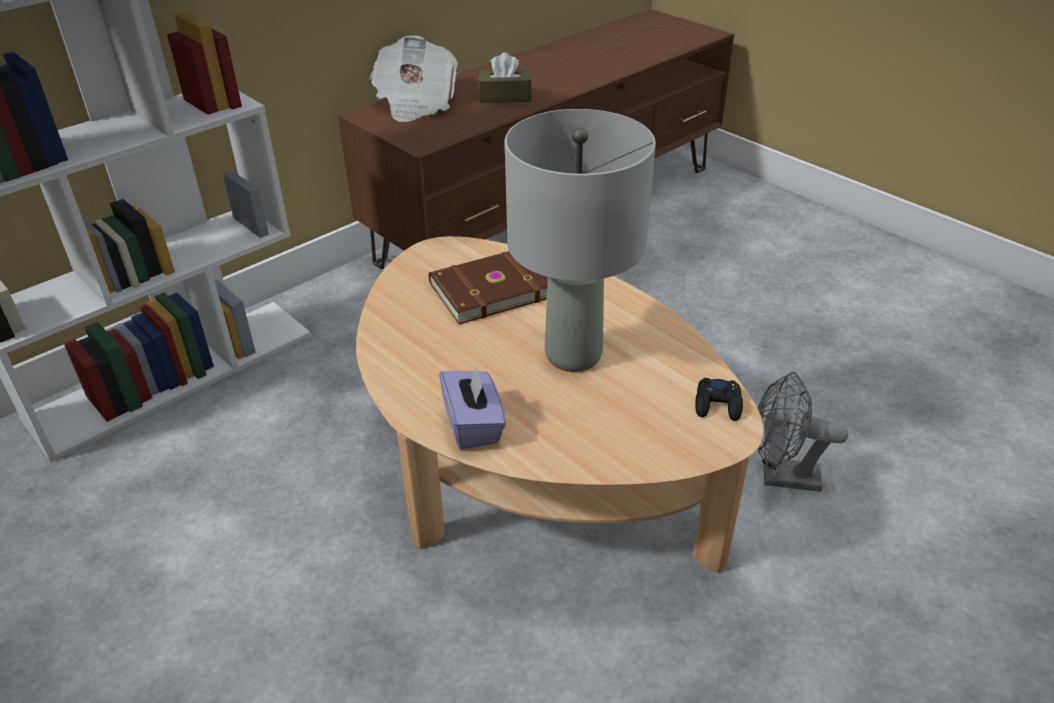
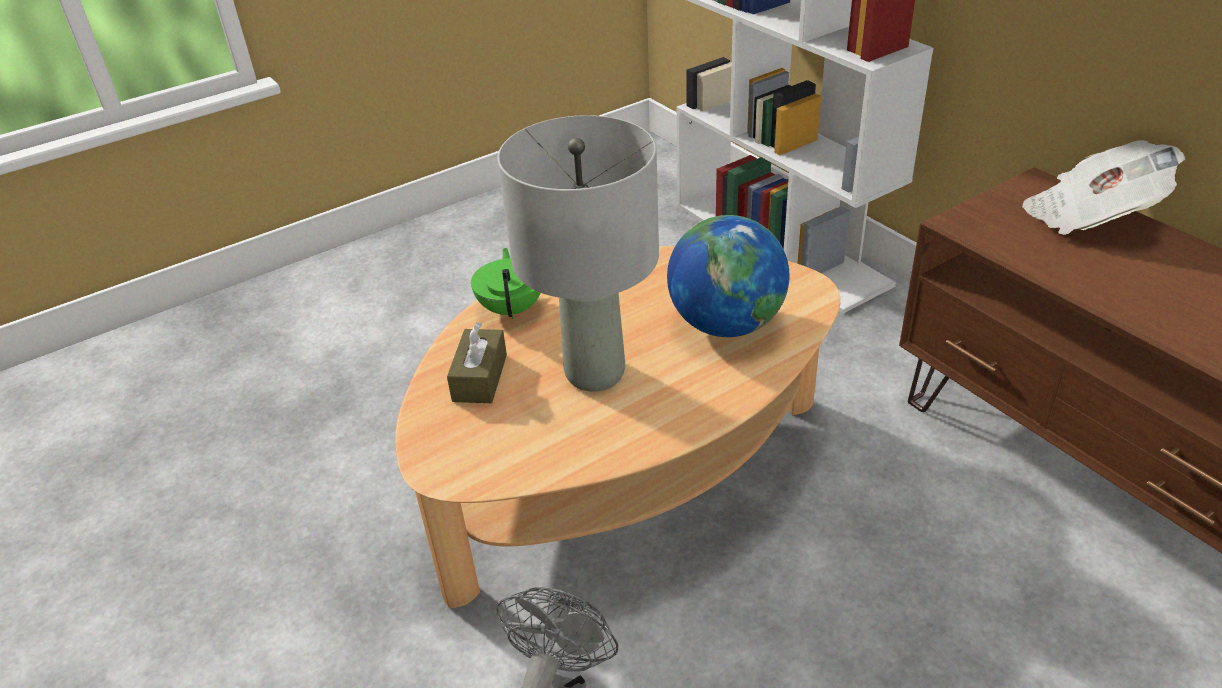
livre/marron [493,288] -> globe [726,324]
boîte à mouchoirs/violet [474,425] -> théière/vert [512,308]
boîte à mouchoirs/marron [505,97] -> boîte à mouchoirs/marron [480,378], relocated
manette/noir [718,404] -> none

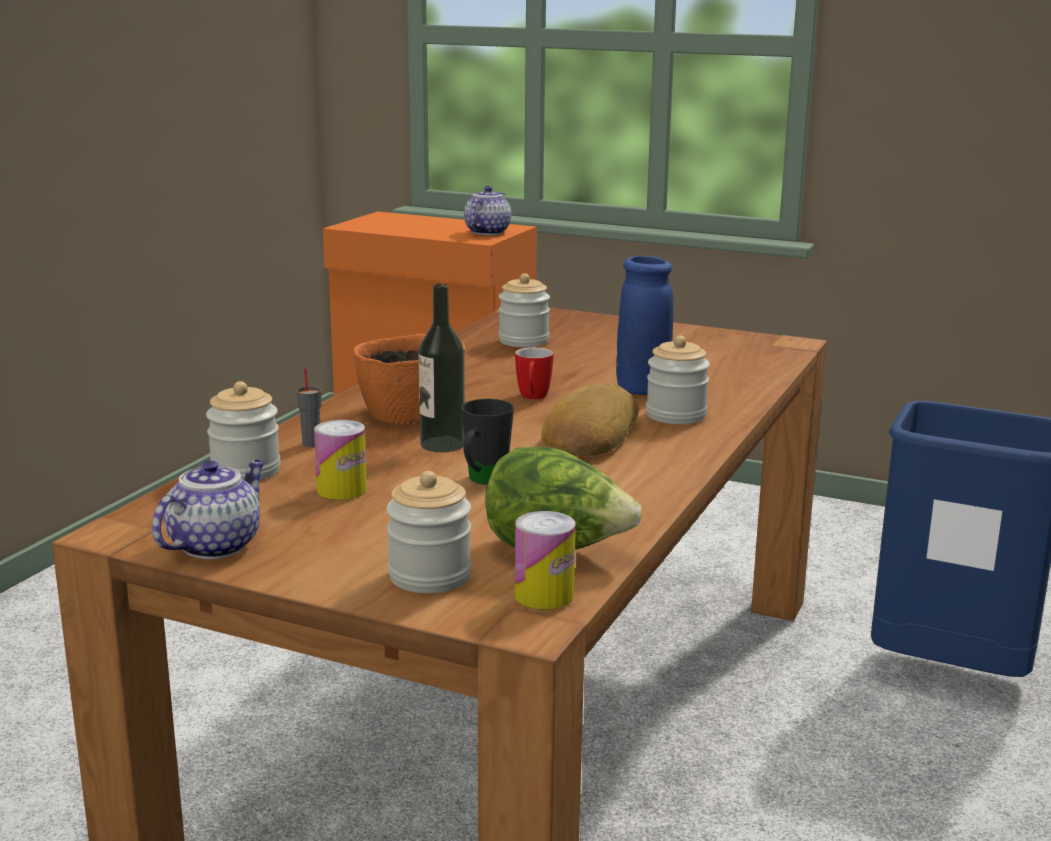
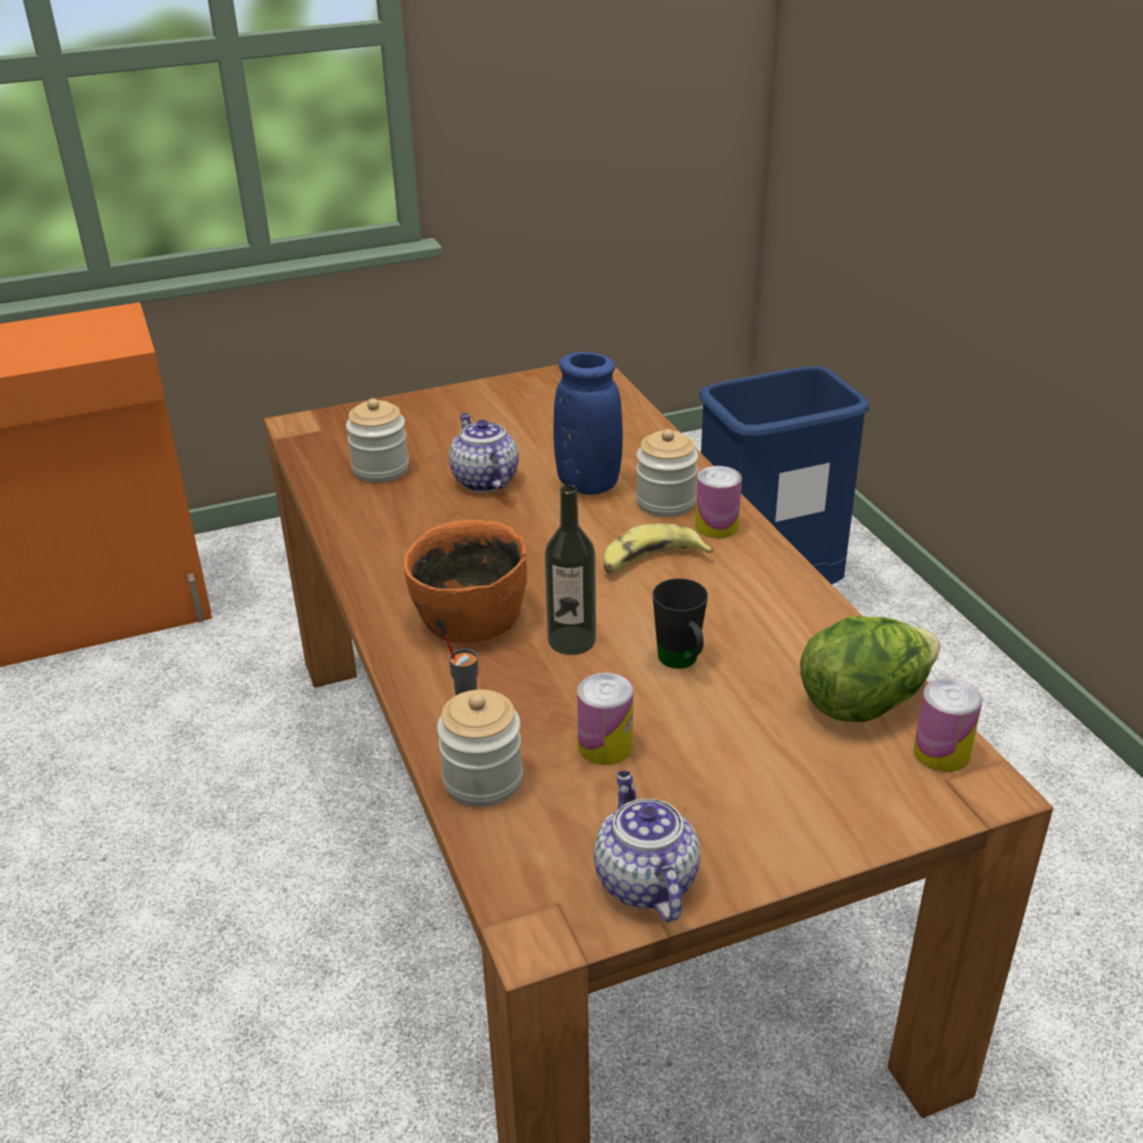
bocal [430,576] -> none
théière [487,232] -> théière [483,480], relocated
mug [533,398] -> none
pain [588,435] -> banane [650,561]
none -> boîte métallique [716,526]

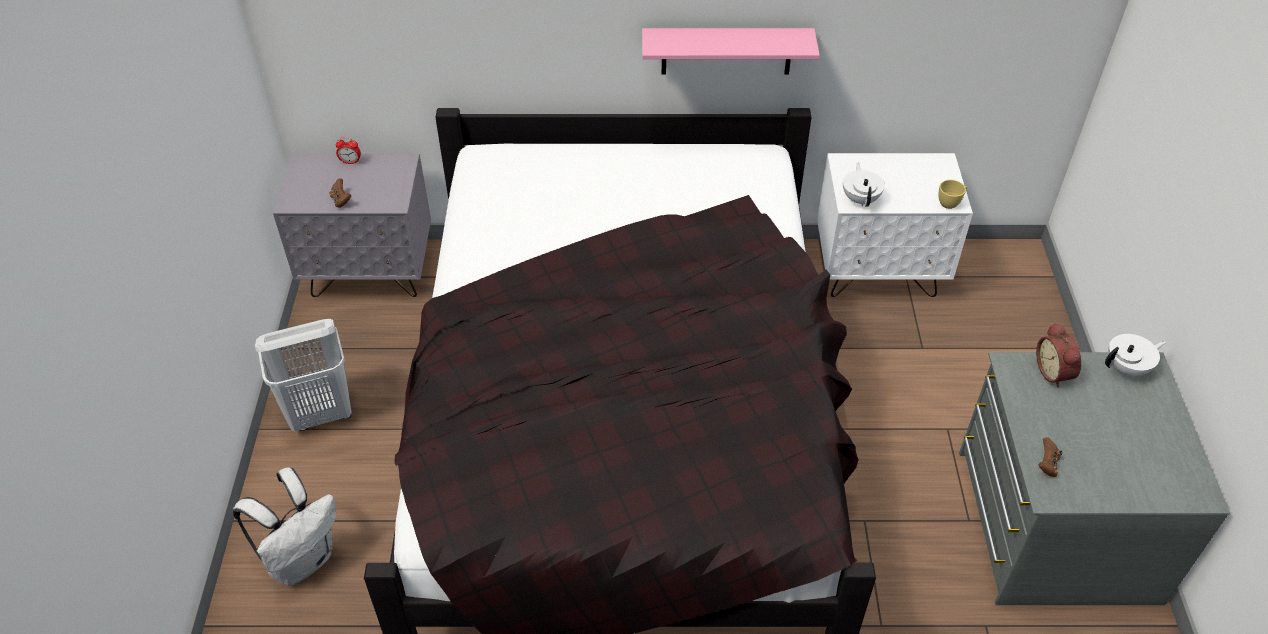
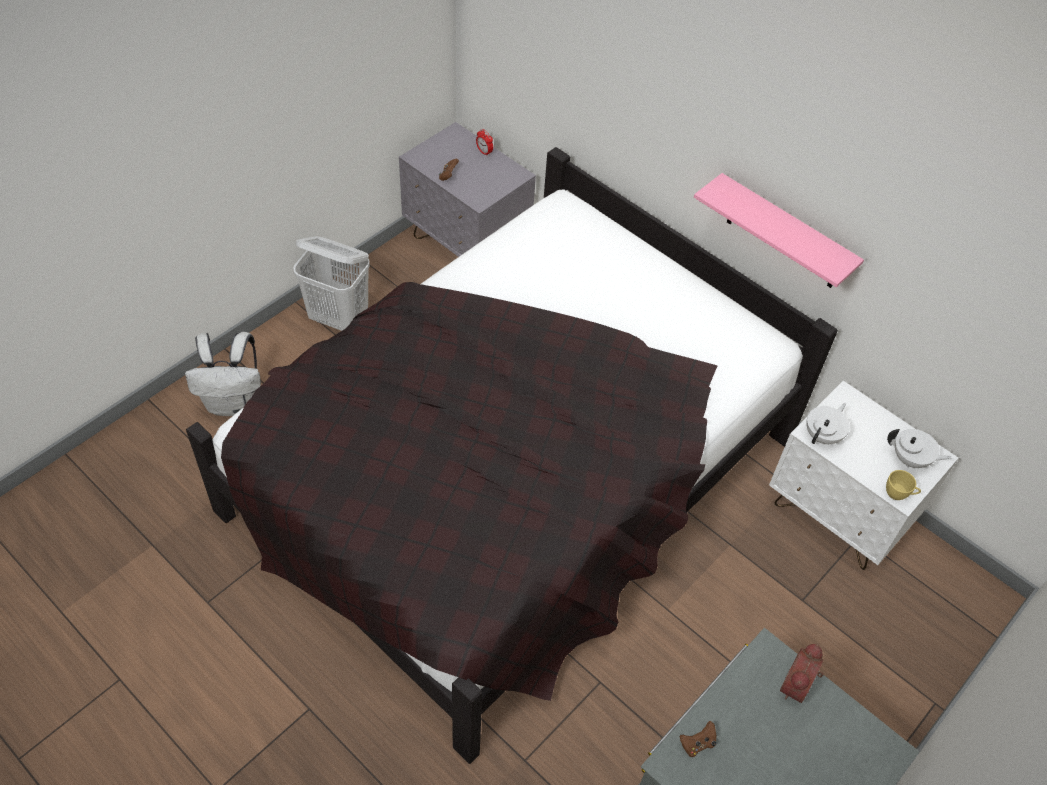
théière/blanc [1127,368] -> théière/blanc [910,459], relocated

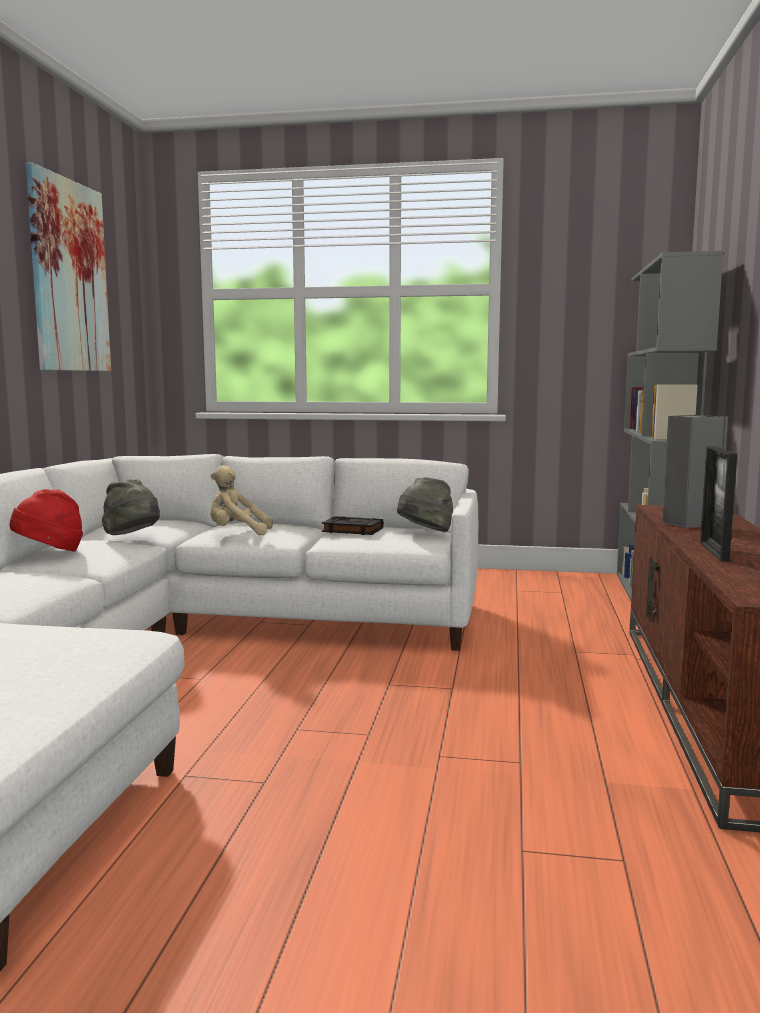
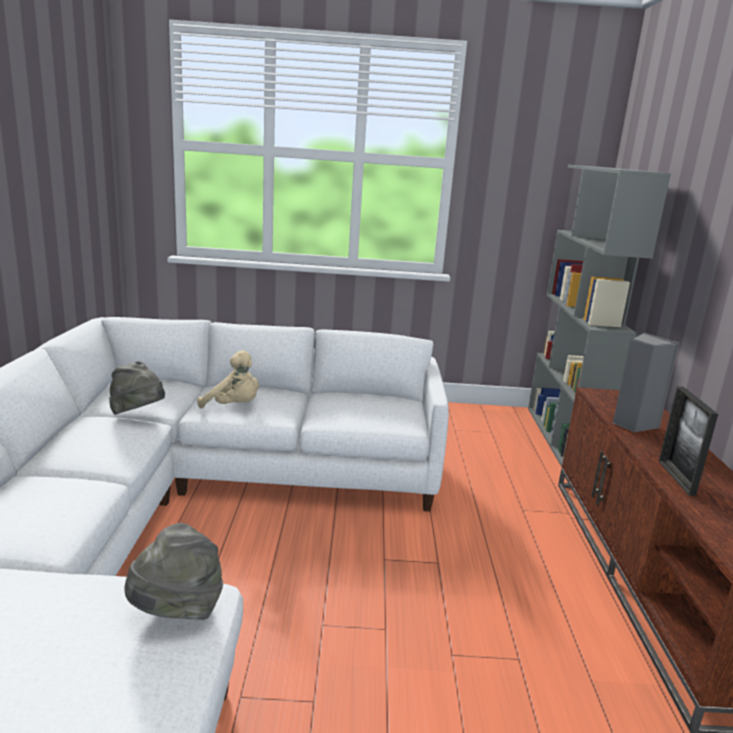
chapeau/rouge [49,553] -> none
tableau [69,276] -> none
peluche/beige [237,533] -> peluche/beige [234,407], 150 degrees counterclockwise
livre/noir [352,530] -> none
chapeau/gris [425,533] -> chapeau/gris [177,612], relocated

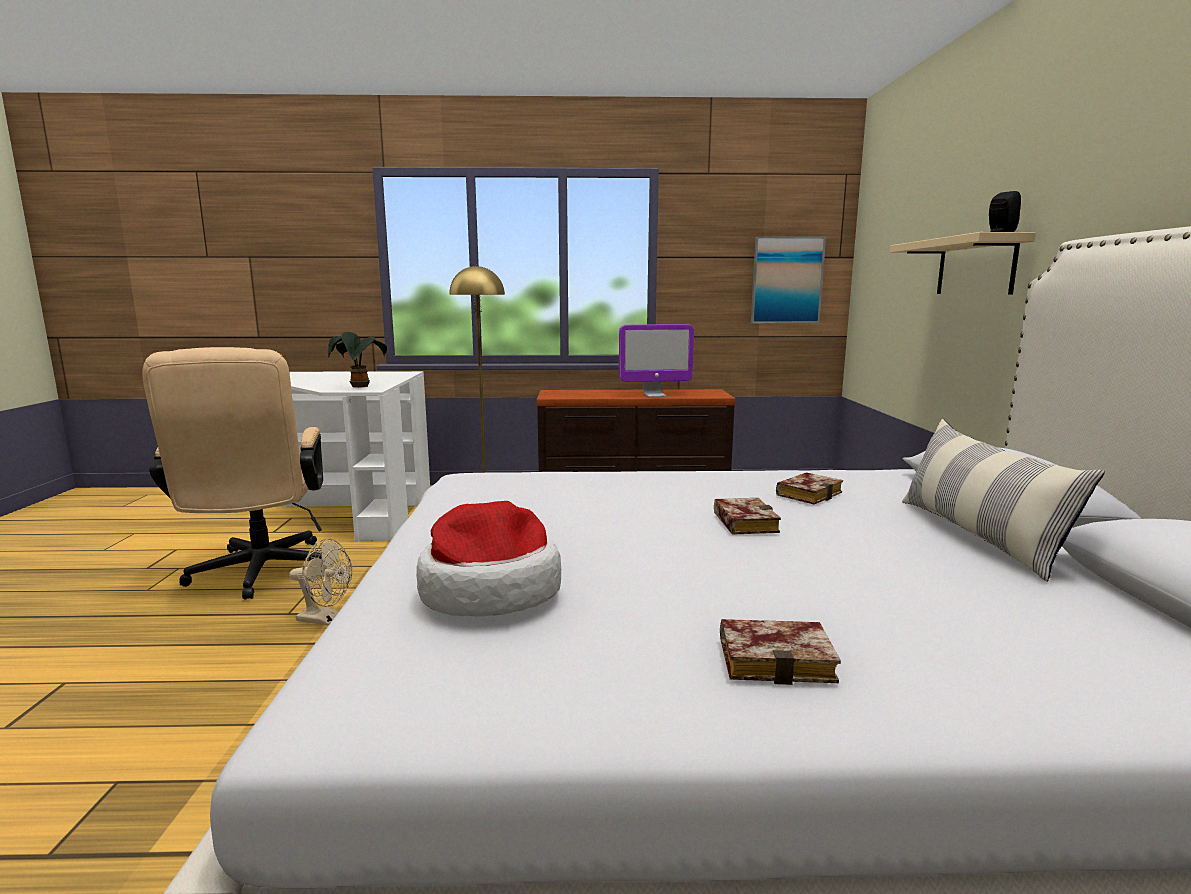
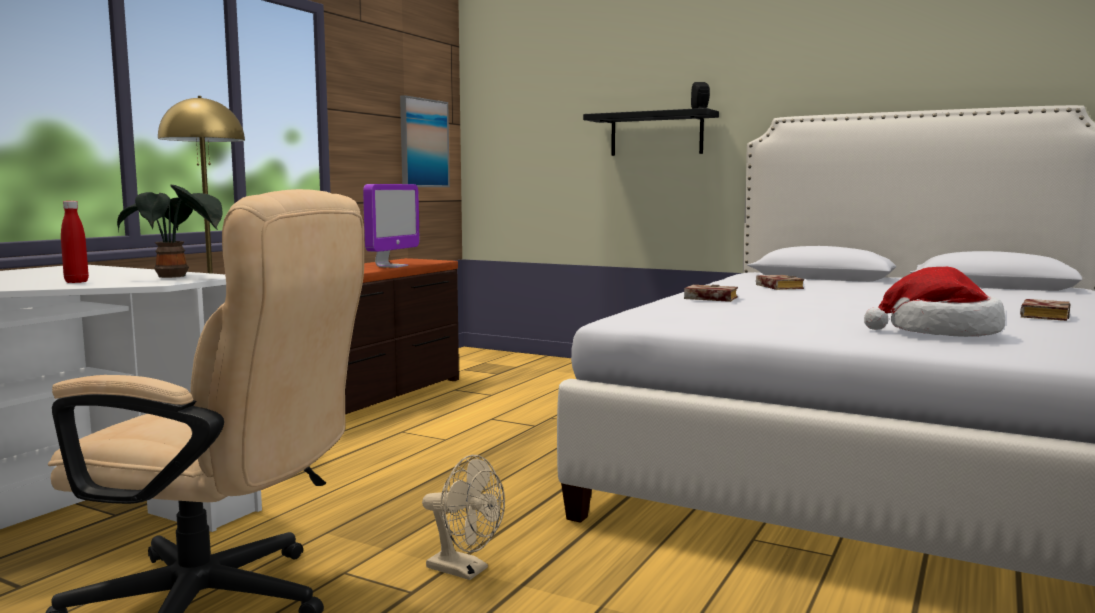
ventilateur/beige [326,619] -> ventilateur/beige [465,570], 75 degrees clockwise
livre [742,522] -> livre [708,299], relocated
étagère/beige [975,267] -> étagère/noir [656,134]
coussin [977,535] -> none
none -> bouteille/rouge [76,282]

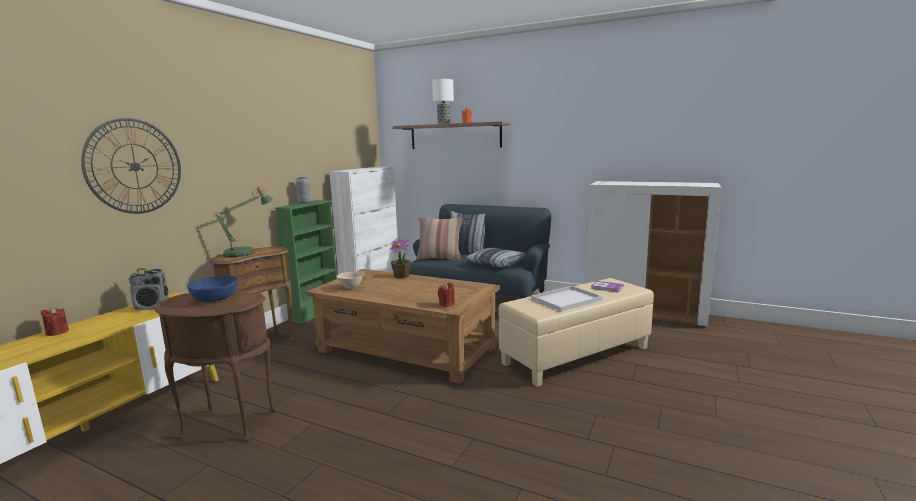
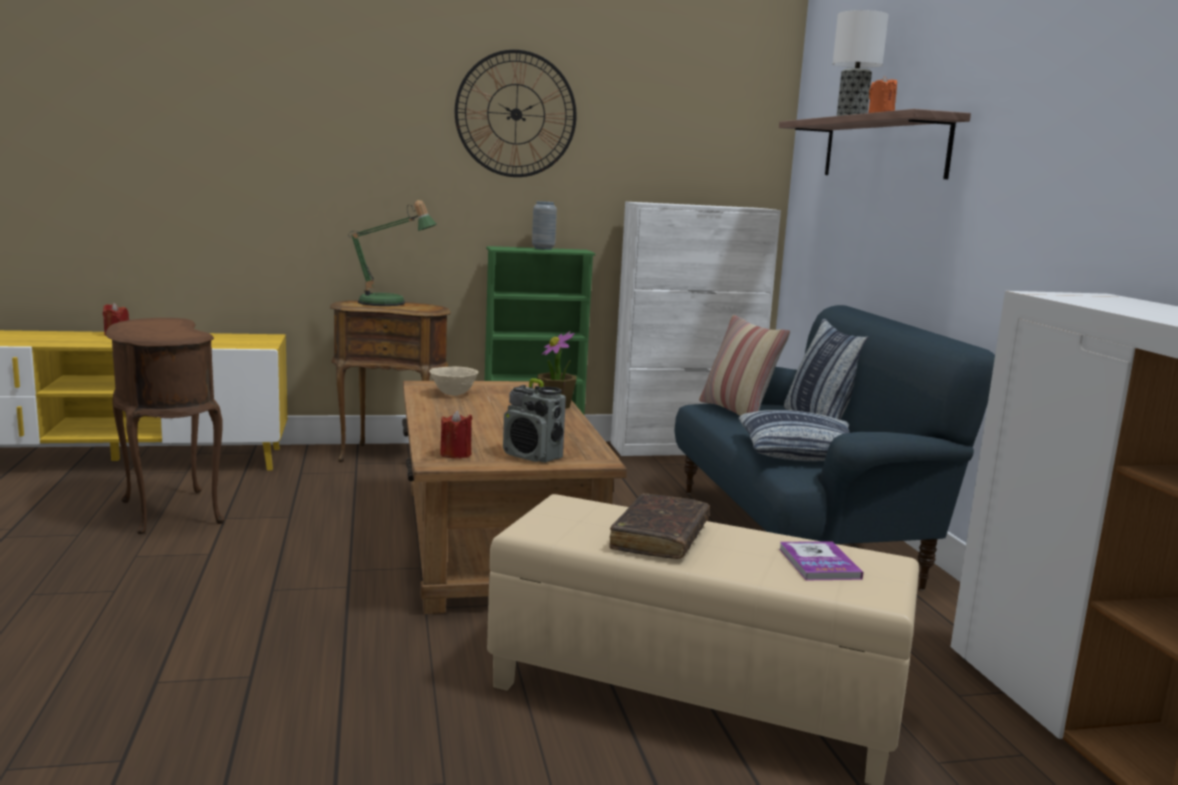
horloge murale [134,166] -> horloge murale [516,114], relocated
radio [152,307] -> radio [533,456], relocated
bol/bleu [215,298] -> none
plateau/blanc [566,299] -> livre/marron [660,538]

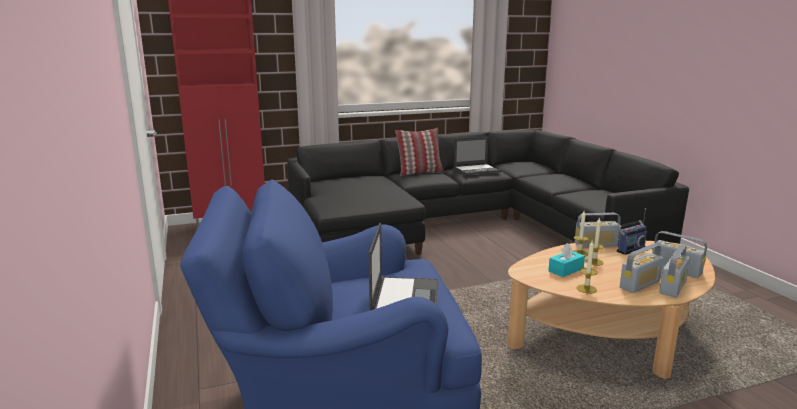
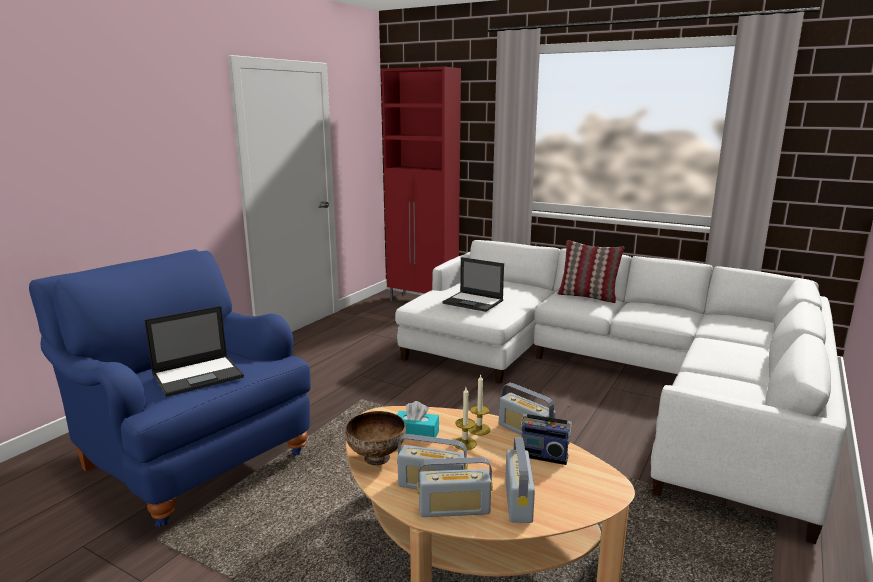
canapé/noir [467,225] -> canapé/blanc [614,377]
ordinateur portable [477,170] -> ordinateur portable [473,302], relocated
bougie [586,289] -> bol [376,457]

